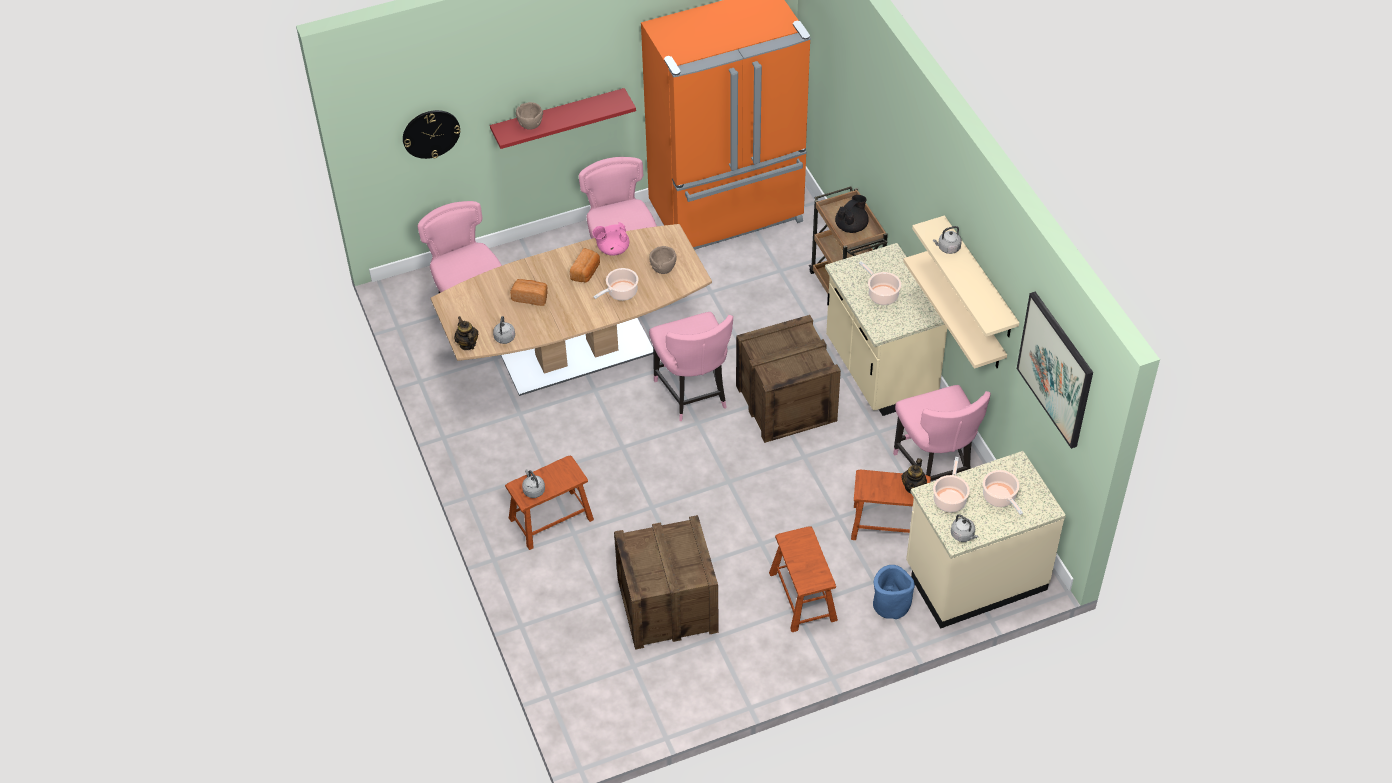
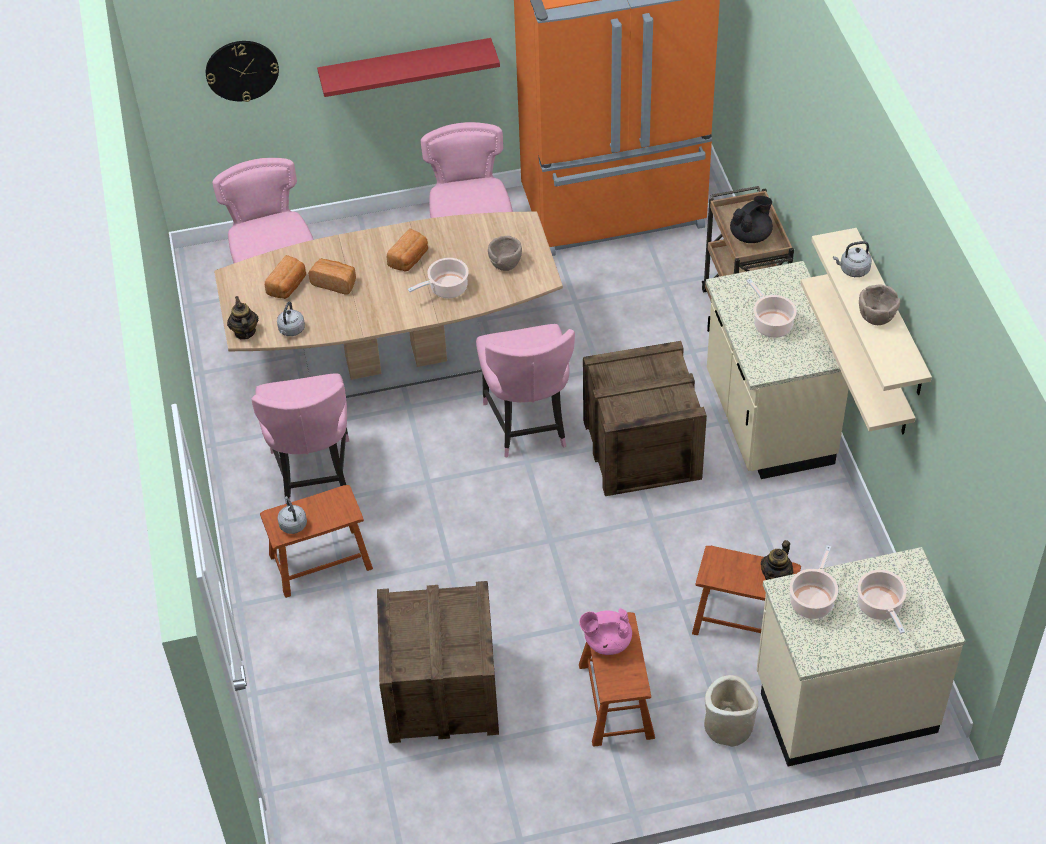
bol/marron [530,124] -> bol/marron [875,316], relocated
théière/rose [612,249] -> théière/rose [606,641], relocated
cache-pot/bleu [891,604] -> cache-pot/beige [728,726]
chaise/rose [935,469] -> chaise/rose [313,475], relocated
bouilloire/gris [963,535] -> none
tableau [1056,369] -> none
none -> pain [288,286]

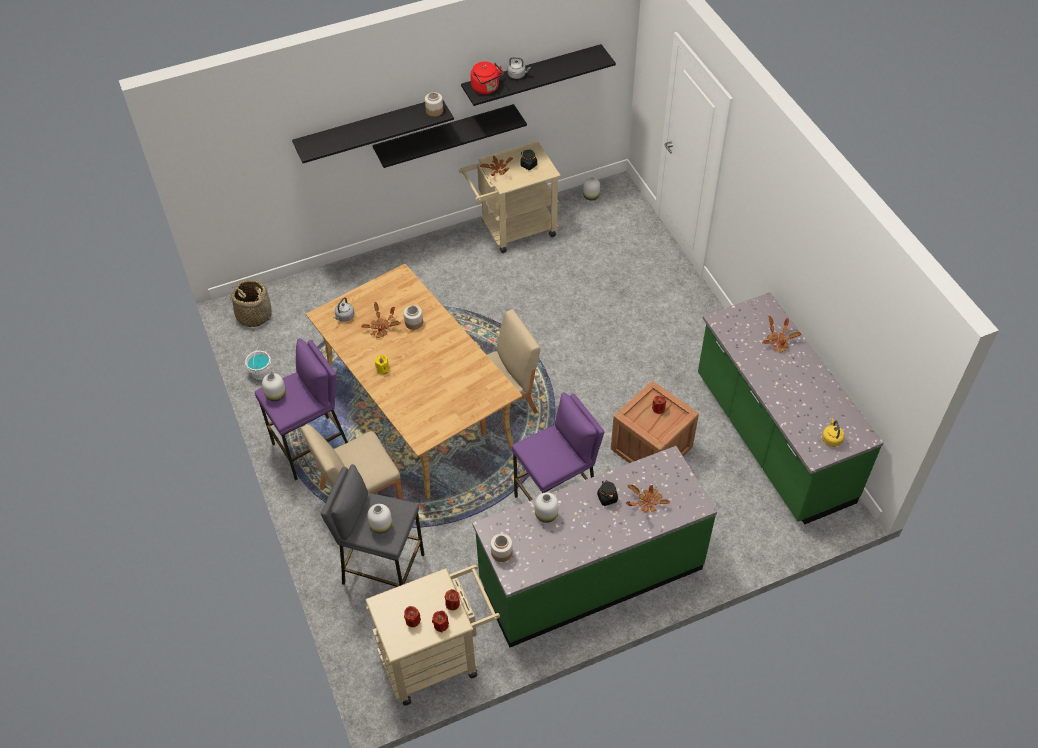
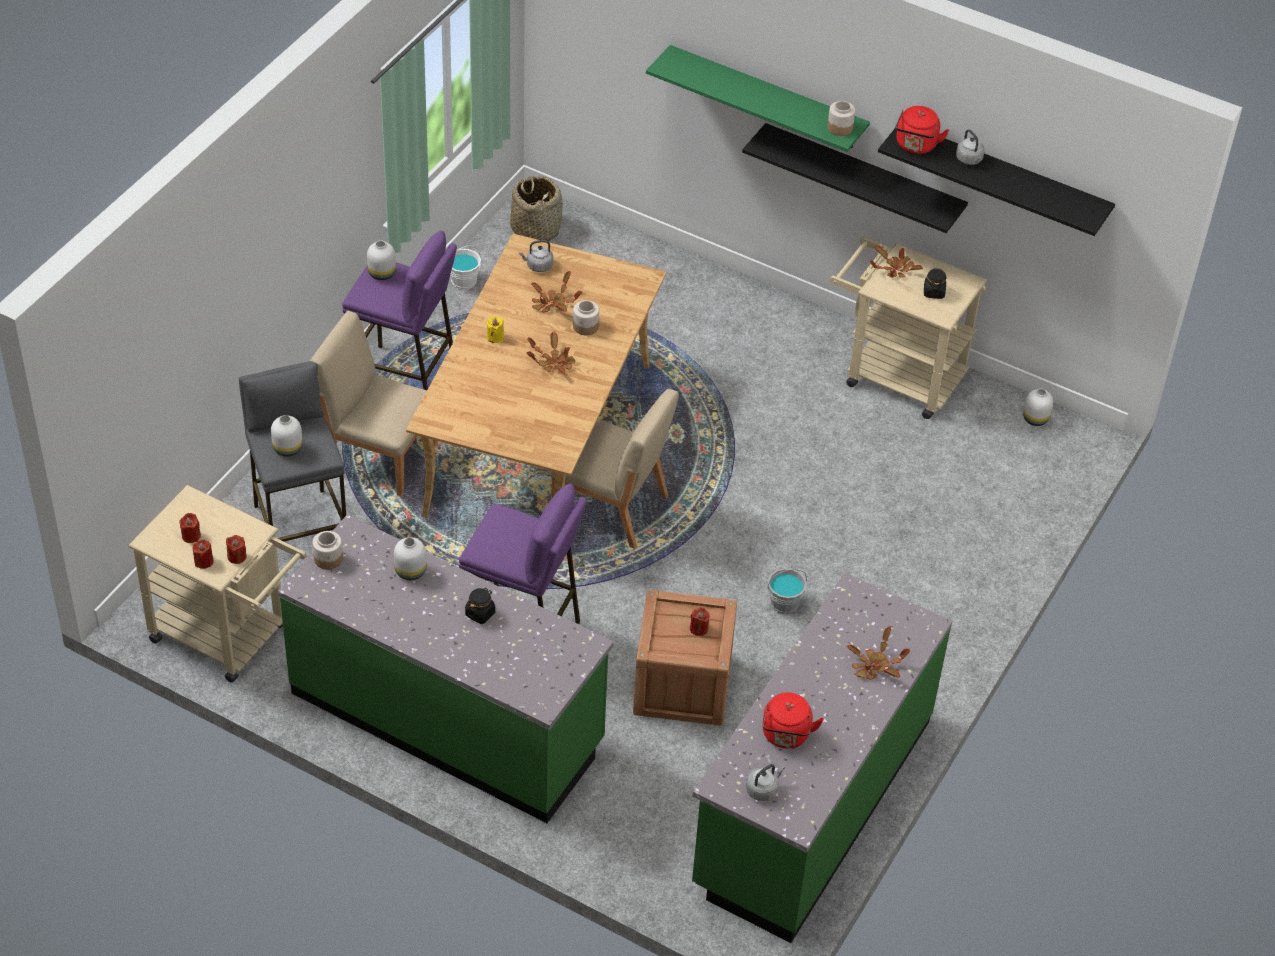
étagère/noir [369,128] -> étagère/vert [767,98]
plante en pot [646,502] -> plante en pot [553,362], relocated
bouilloire/jaune [831,438] -> bouilloire/gris [763,789]
none -> bouilloire/rouge [786,736]
none -> seau/gris [784,603]

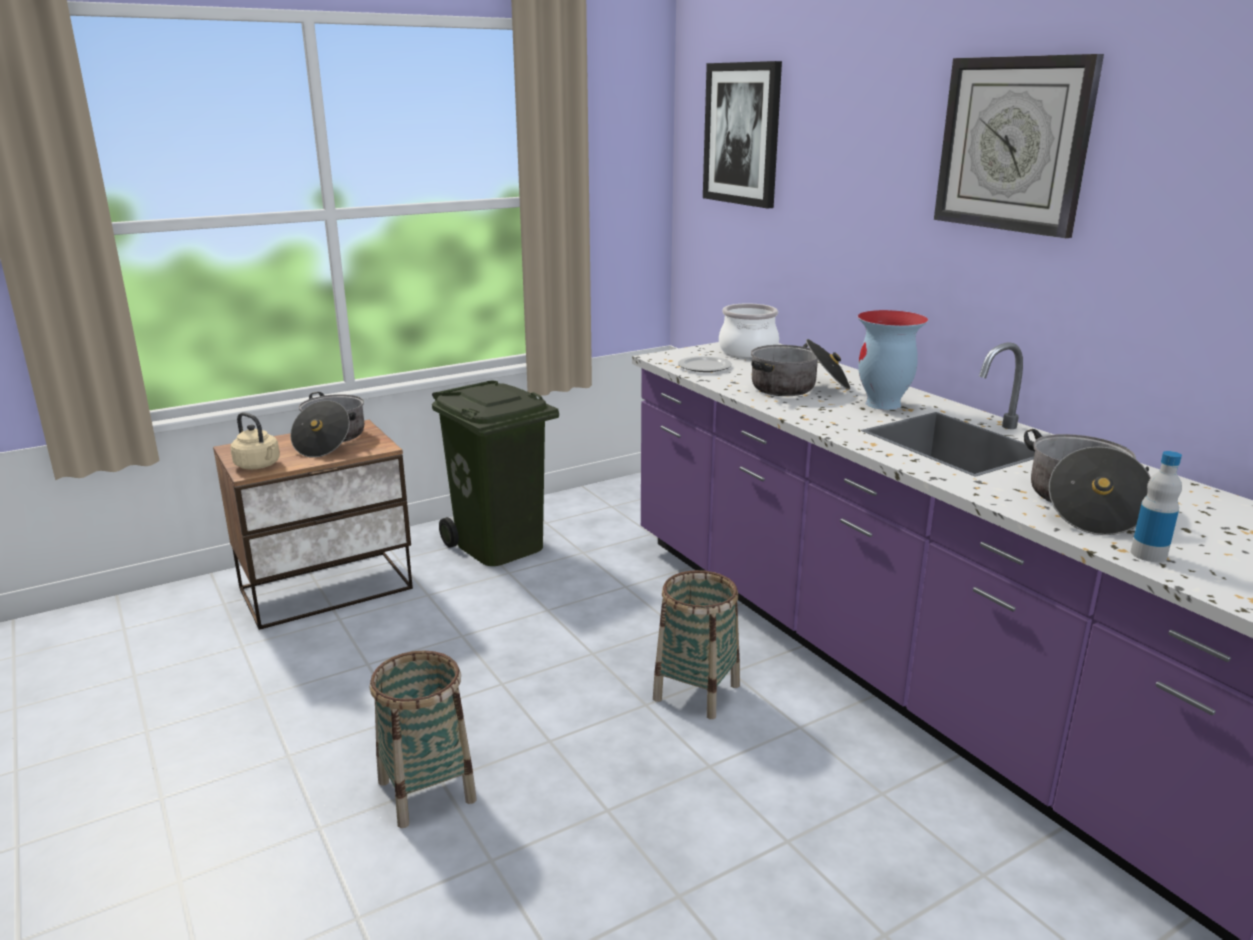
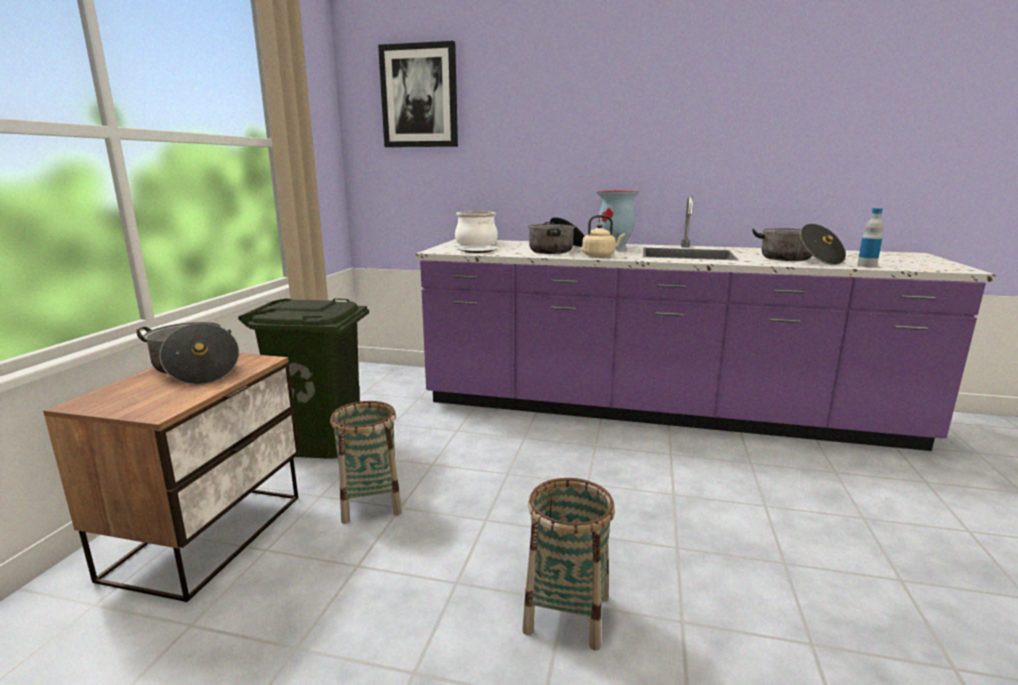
bouilloire/beige [259,466] -> bouilloire/beige [600,256], relocated
panier [696,692] -> panier [370,503], relocated
horloge murale [1013,144] -> none

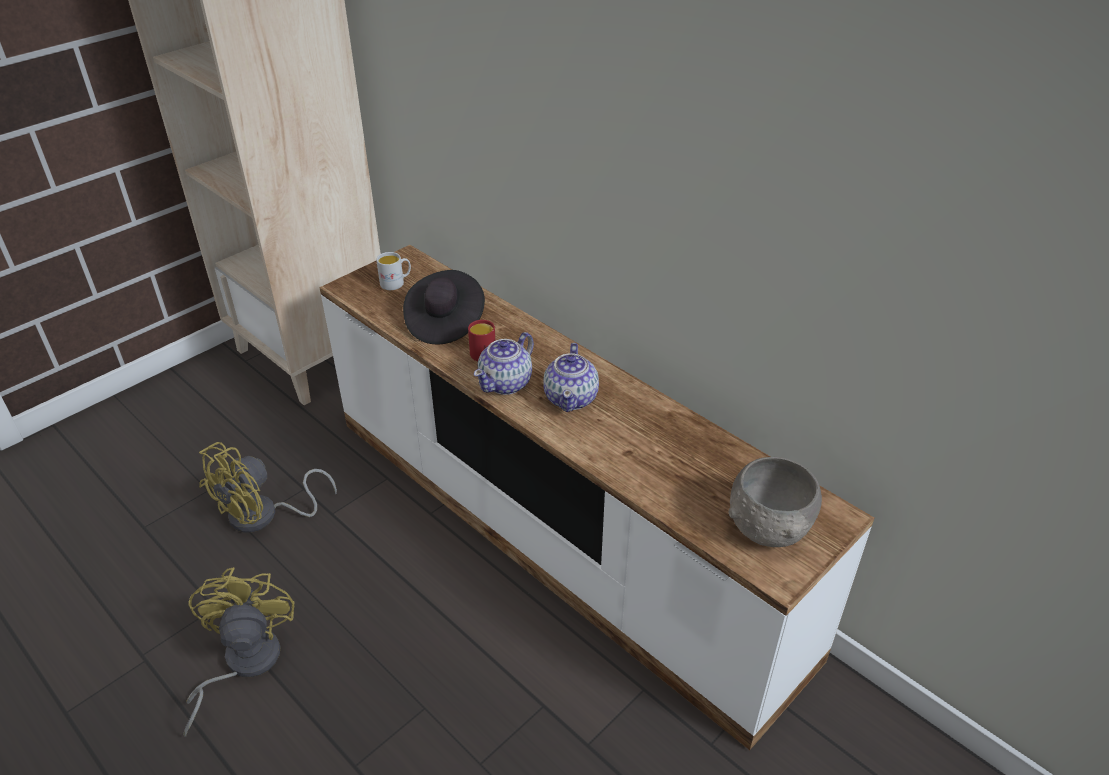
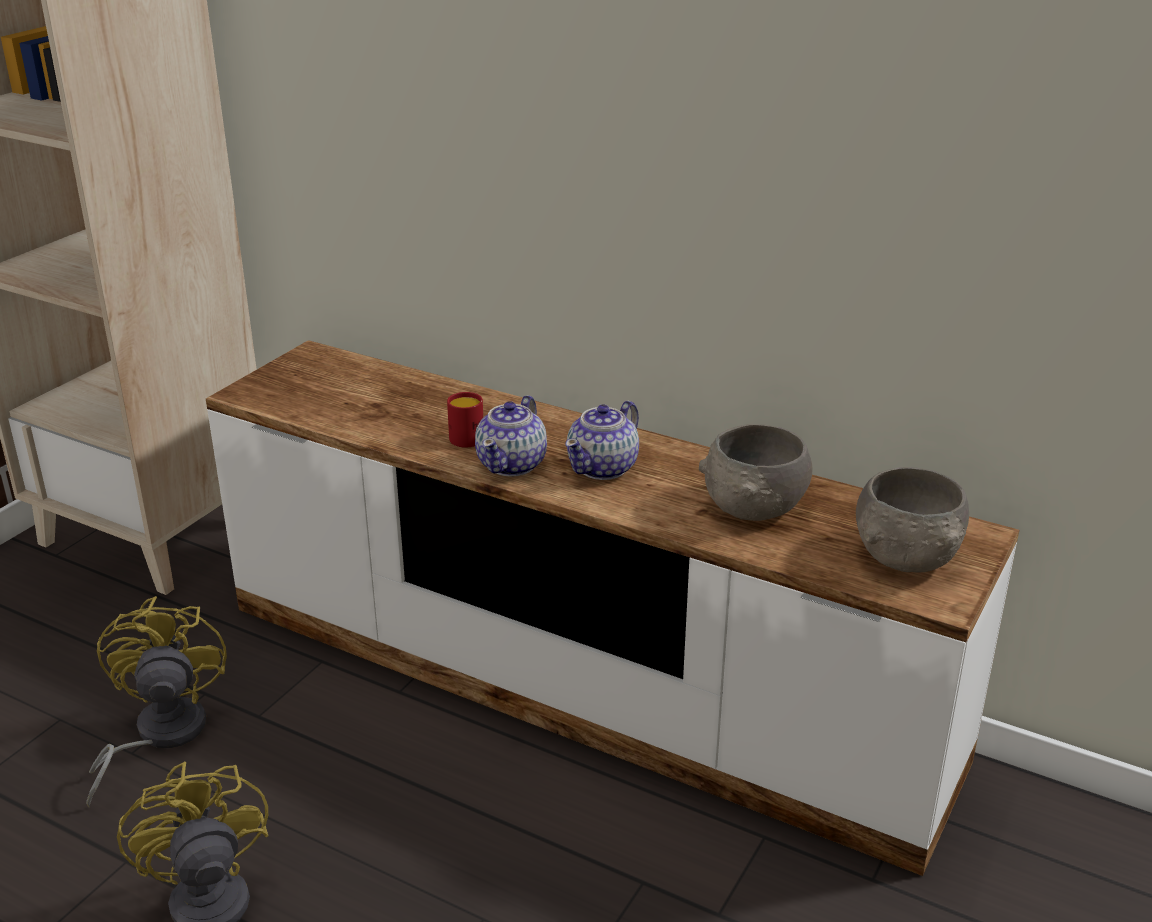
ventilateur/jaune [264,516] -> ventilateur/jaune [158,736], 150 degrees clockwise
mug/blanc [396,283] -> none
chapeau/noir [445,322] -> none
théière [571,398] -> théière [603,468], 45 degrees clockwise
none -> bol/gris [755,507]

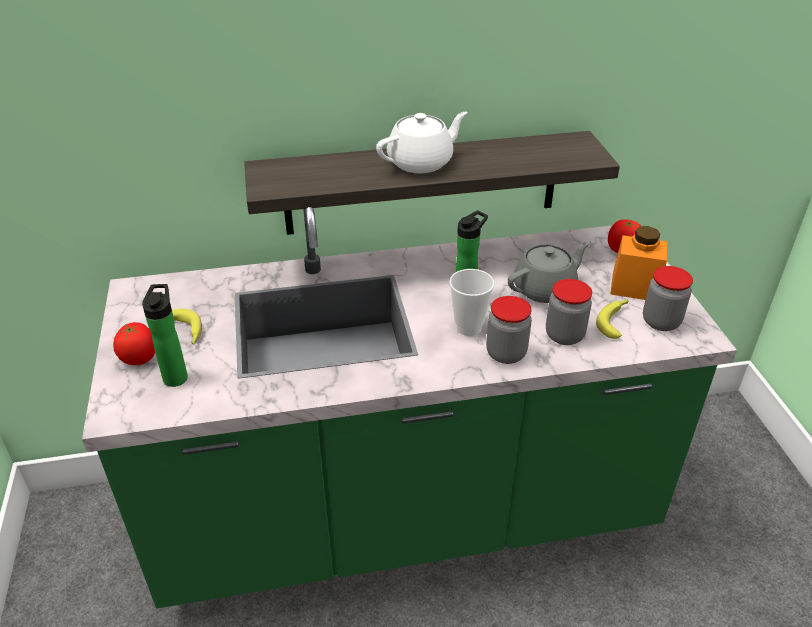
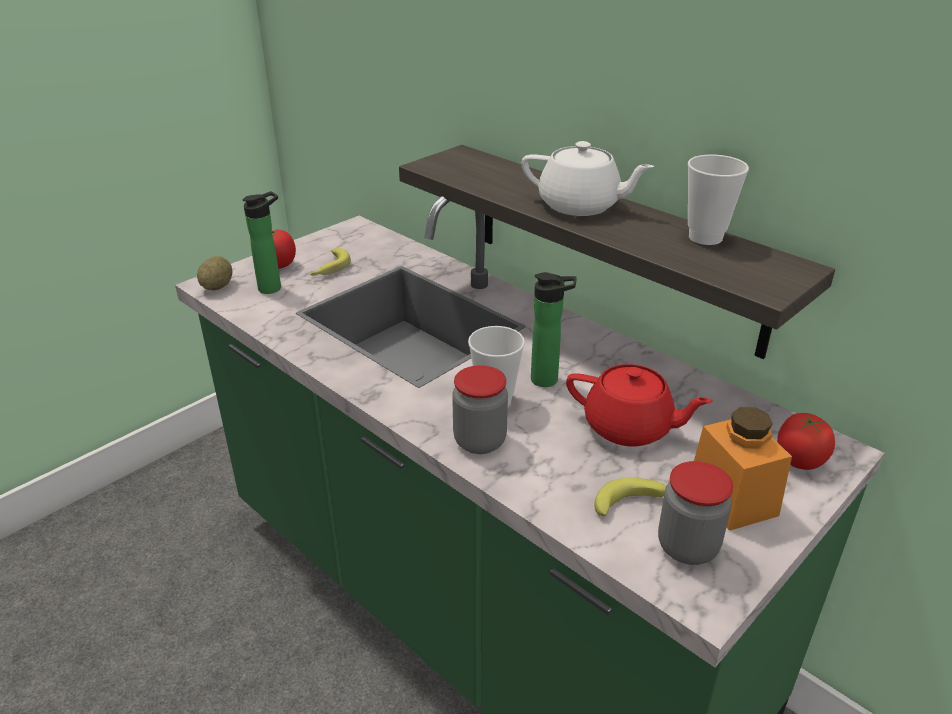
théière/gris [545,289] -> théière/rouge [629,428]
bocal [564,335] -> none
none -> pomme de terre [217,286]
none -> tasse [705,237]

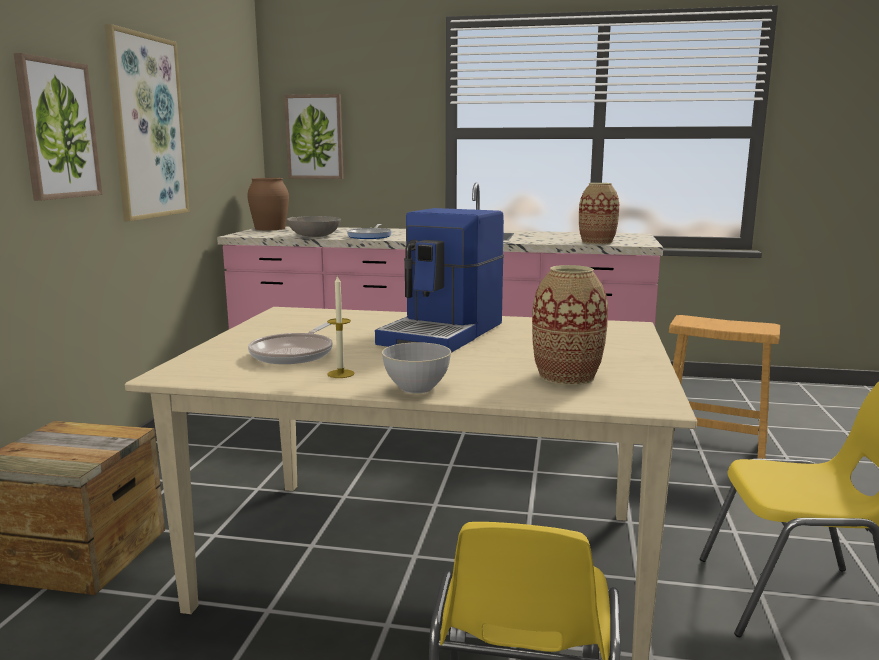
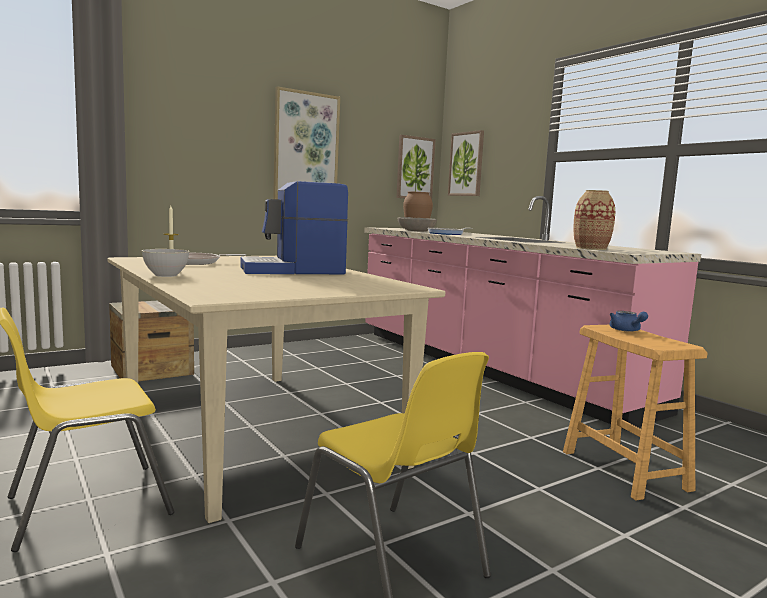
tableau [58,129] -> tableau [415,168], relocated
vase [566,376] -> none
none -> théière/bleu [626,330]

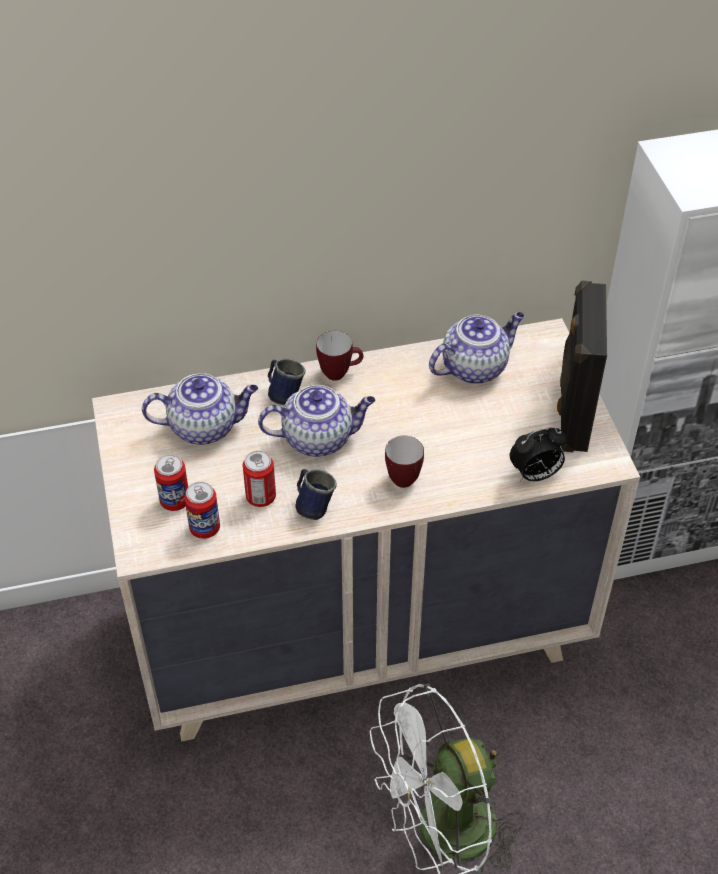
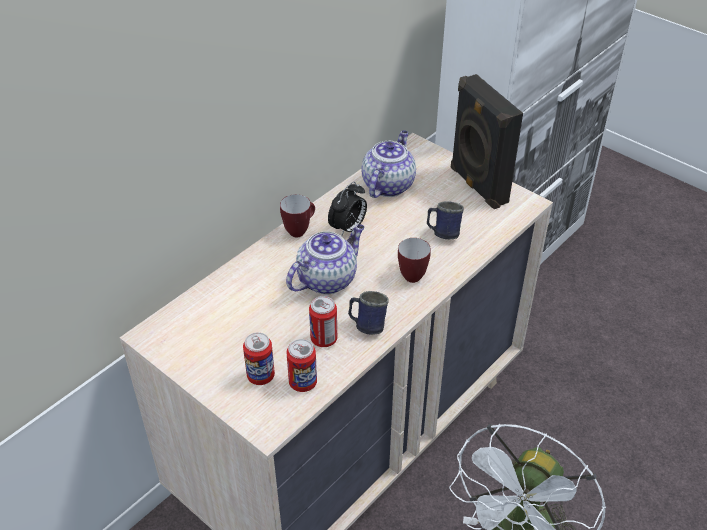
théière [205,427] -> none
mug/bleu [284,394] -> mug/bleu [442,233], relocated
réveil [535,475] -> réveil [348,229], relocated

